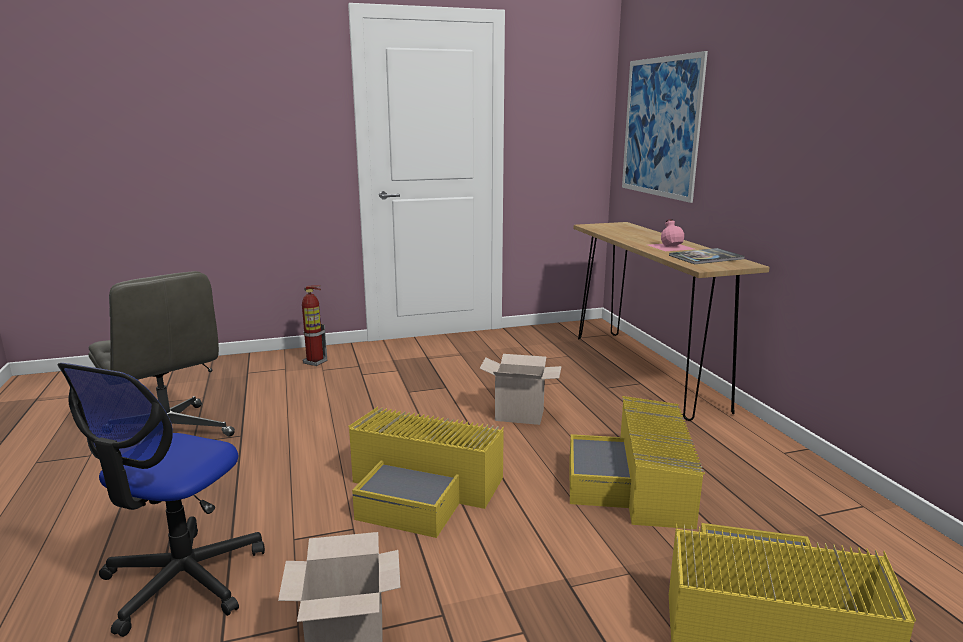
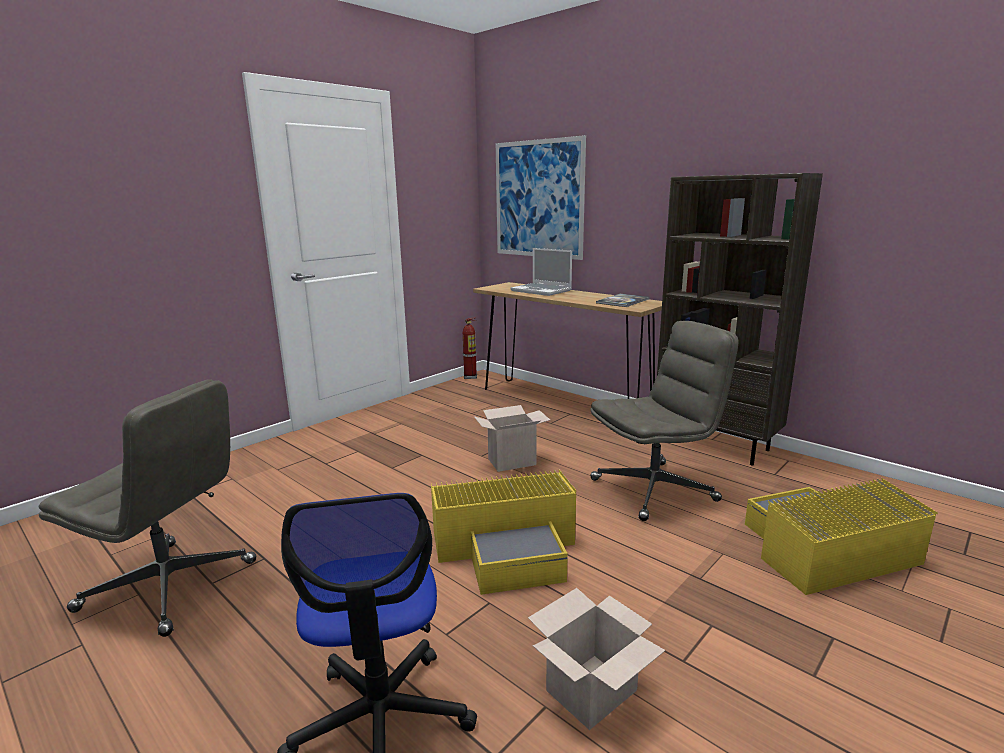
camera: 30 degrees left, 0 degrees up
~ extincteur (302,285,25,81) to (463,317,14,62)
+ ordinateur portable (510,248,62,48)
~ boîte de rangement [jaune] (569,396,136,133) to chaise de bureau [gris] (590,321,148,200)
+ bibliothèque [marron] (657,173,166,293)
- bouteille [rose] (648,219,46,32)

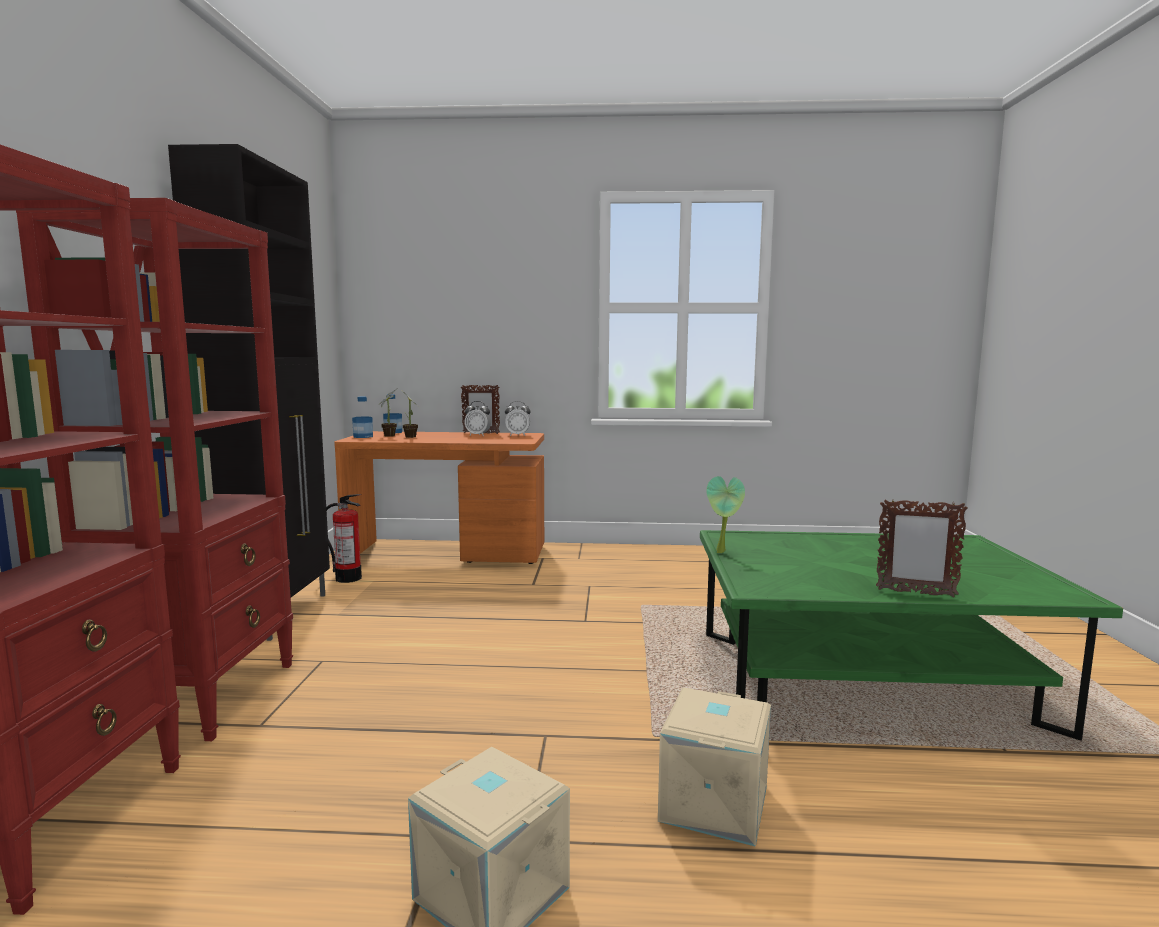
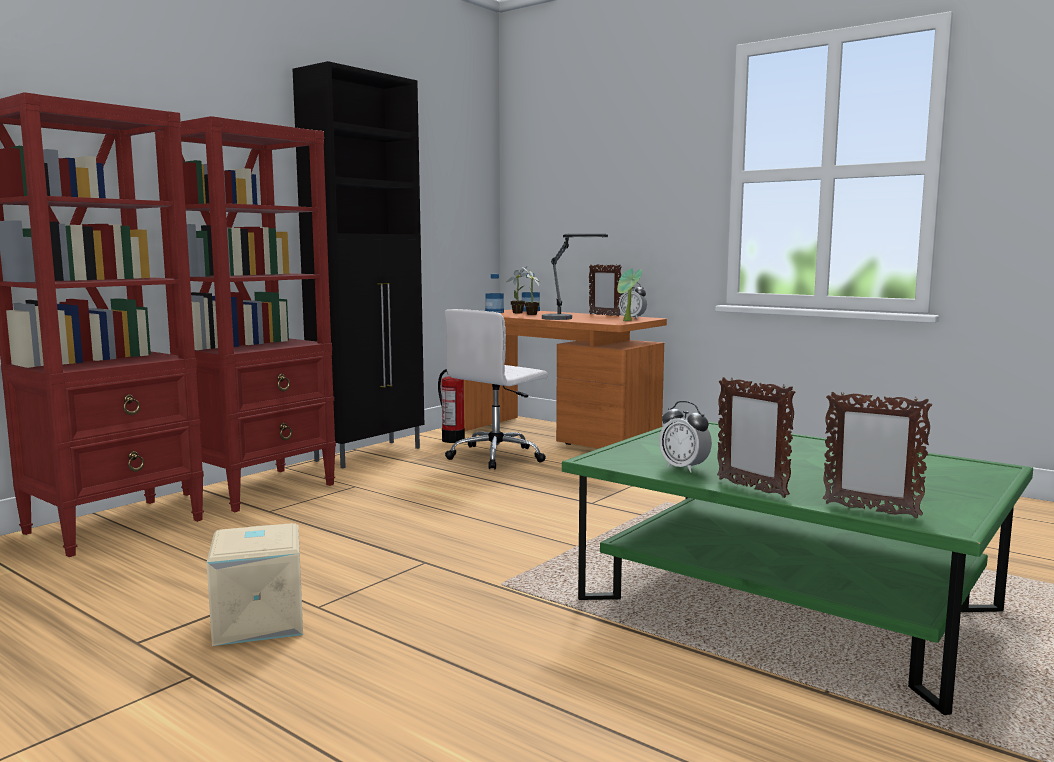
camera: 35 degrees right, 0 degrees up
+ chaise de bureau [blanc] (445,309,103,160)
+ lampe de table (542,233,66,87)
~ plante en pot (706,476,39,77) to (617,269,25,52)
~ réveil (464,401,27,35) to (659,401,53,72)
+ cadre photo (823,392,109,126)
- boîte de rangement [beige] (658,688,113,159)

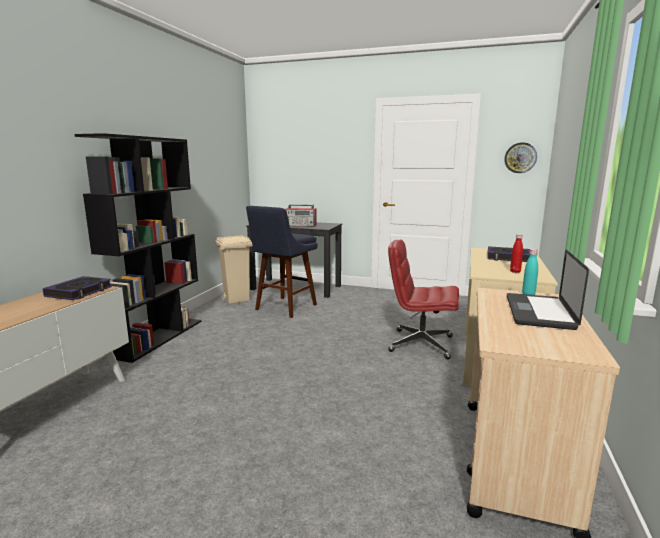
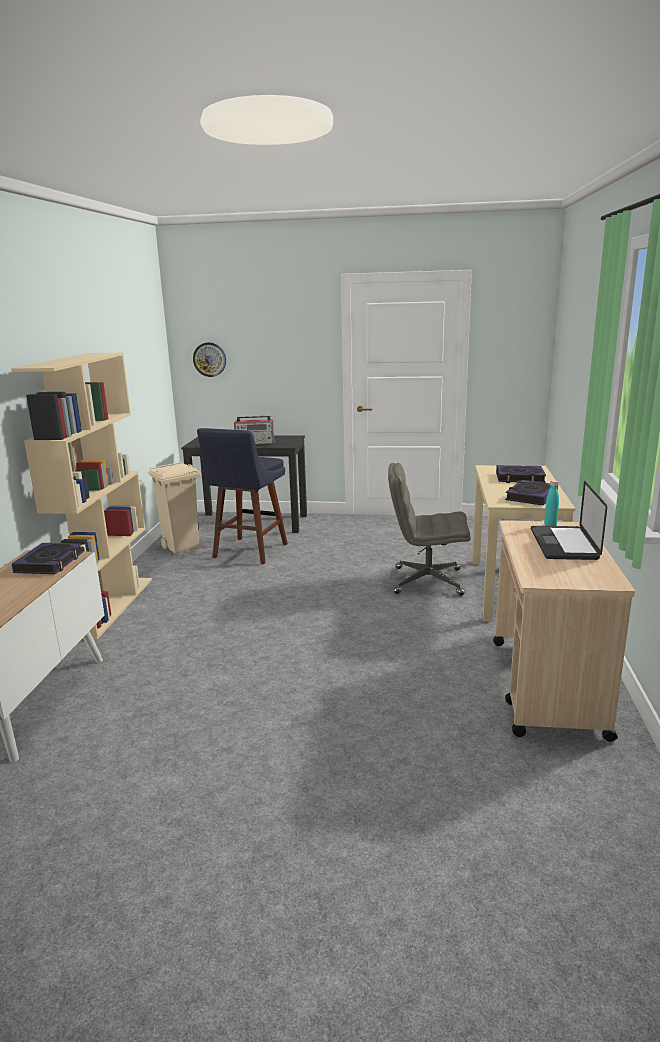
camera: 10 degrees left, 5 degrees up
~ bibliothèque [noir] (74,133,127,230) to bibliothèque [beige] (11,352,141,288)
~ horloge murale (504,142,33,31) to (193,342,33,35)
~ chaise de bureau [rouge] (388,240,71,120) to chaise de bureau [gris] (388,463,83,133)
~ bouteille [rouge] (510,234,13,39) to livre (505,480,53,26)

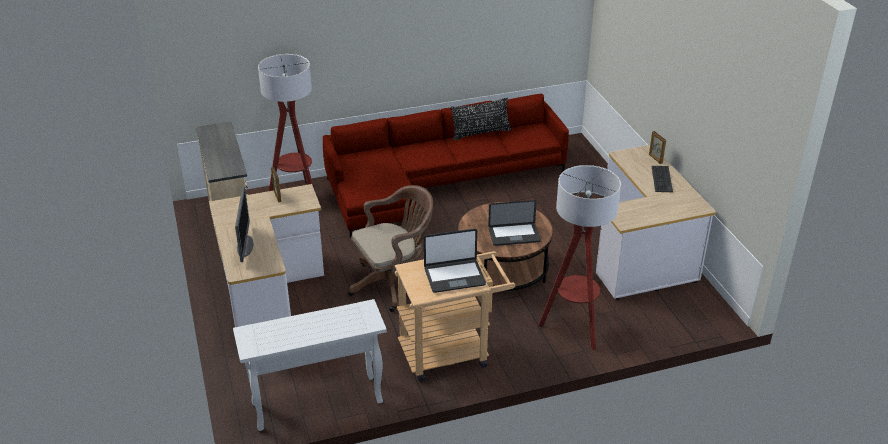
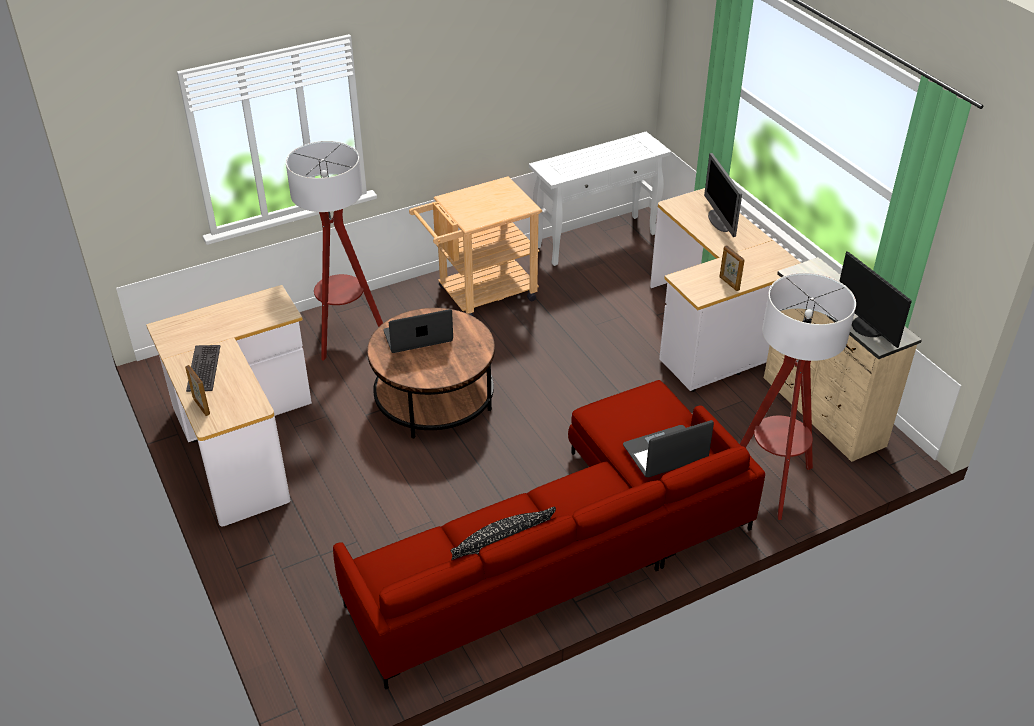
camera: 170 degrees right, 5 degrees up
~ ordinateur portable (424,229,62,64) to (623,420,91,57)
+ écran d'ordinateur (839,251,73,97)
- chaise de bureau [marron] (348,185,85,127)

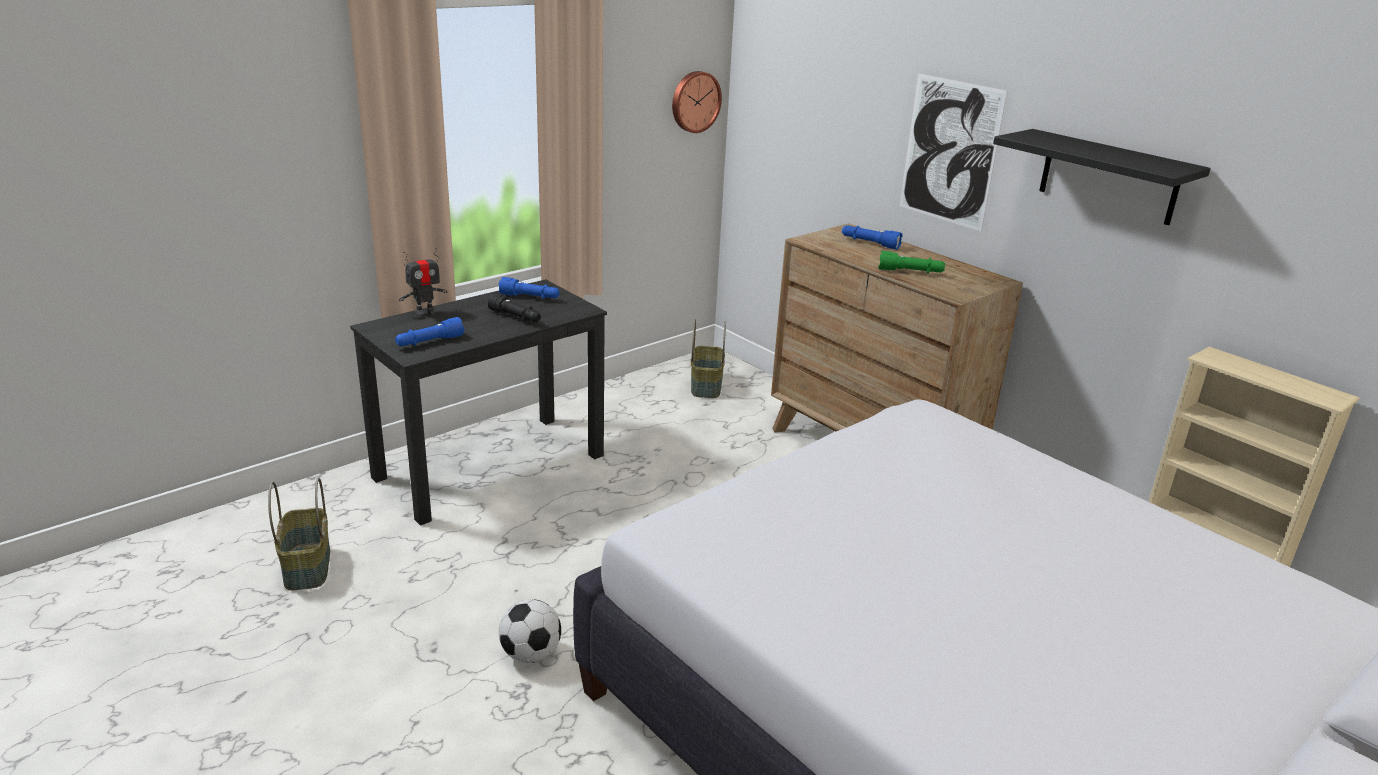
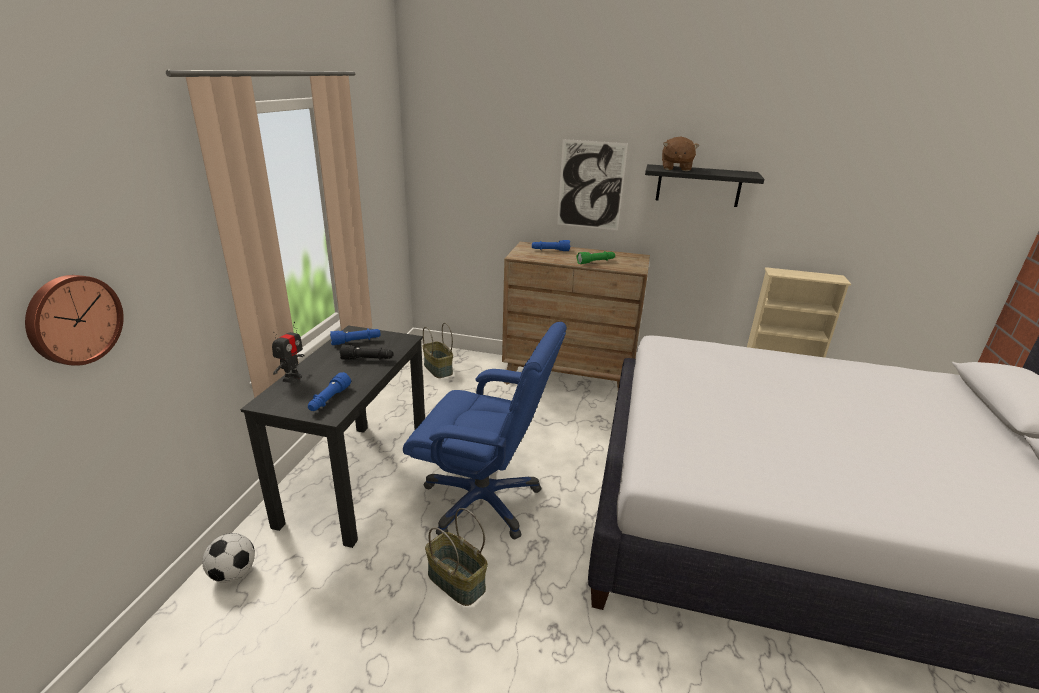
camera: 35 degrees left, 0 degrees up
~ horloge murale (672,71,50,62) to (25,275,99,91)
~ ballon de foot (499,599,62,64) to (202,533,53,50)
+ chaise de bureau [bleu] (403,322,164,217)
~ panier (268,478,62,112) to (425,508,63,98)
+ peluche [marron] (662,137,37,34)

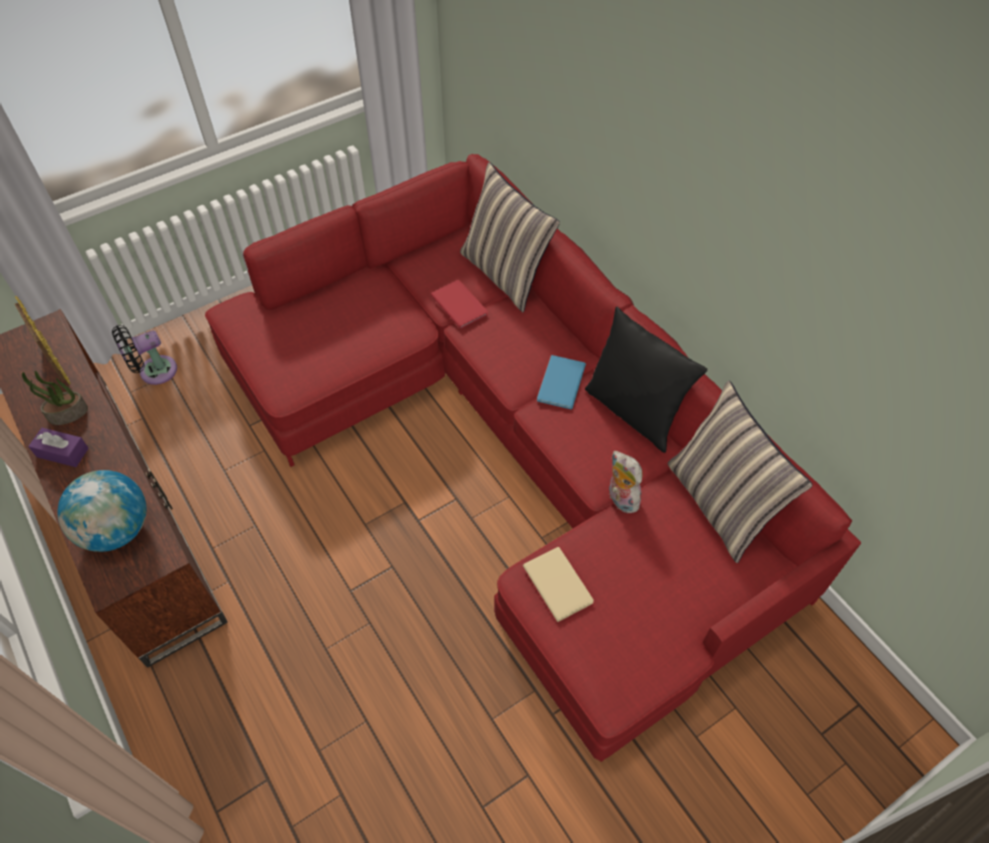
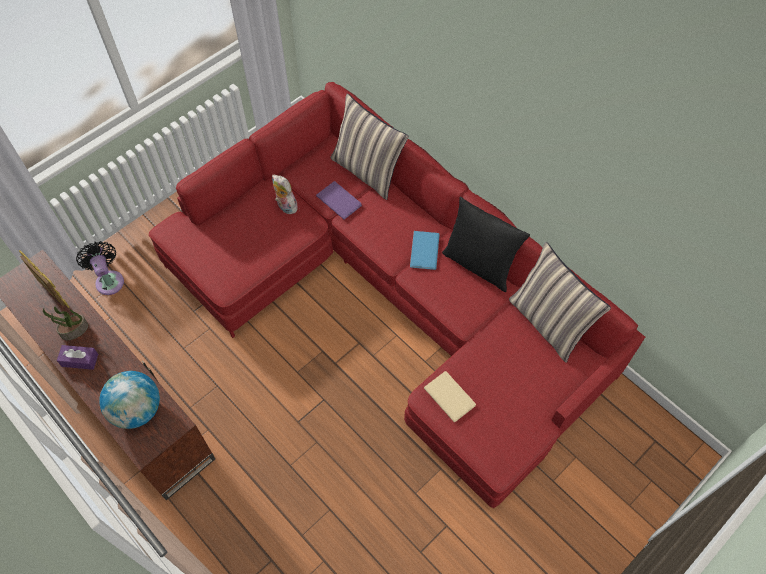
camera: 10 degrees left, 5 degrees up
~ ventilateur [noir] (112,325,65,60) = (76,241,48,54) 105 degrees clockwise
~ peluche (608,451,34,62) to (272,175,25,39)
~ livre [rouge] (431,280,57,49) to livre [violet] (316,181,46,39)

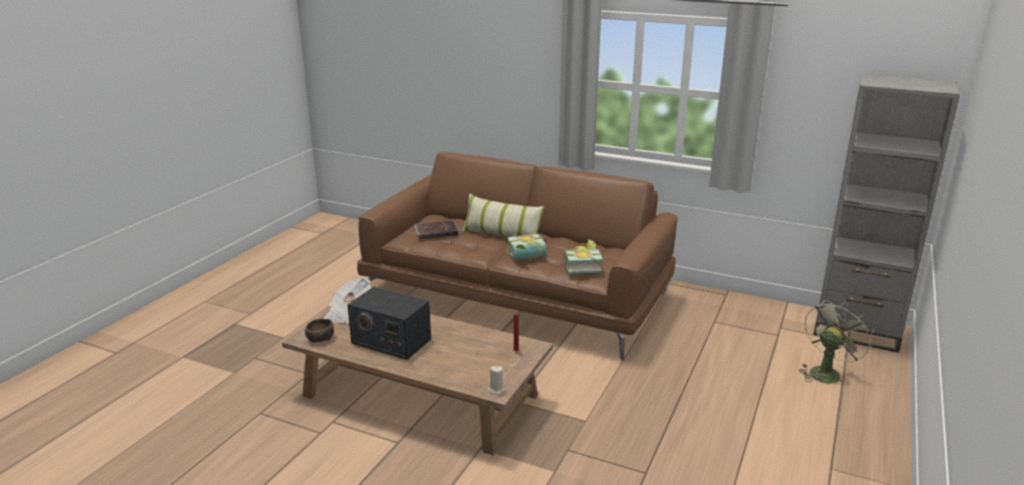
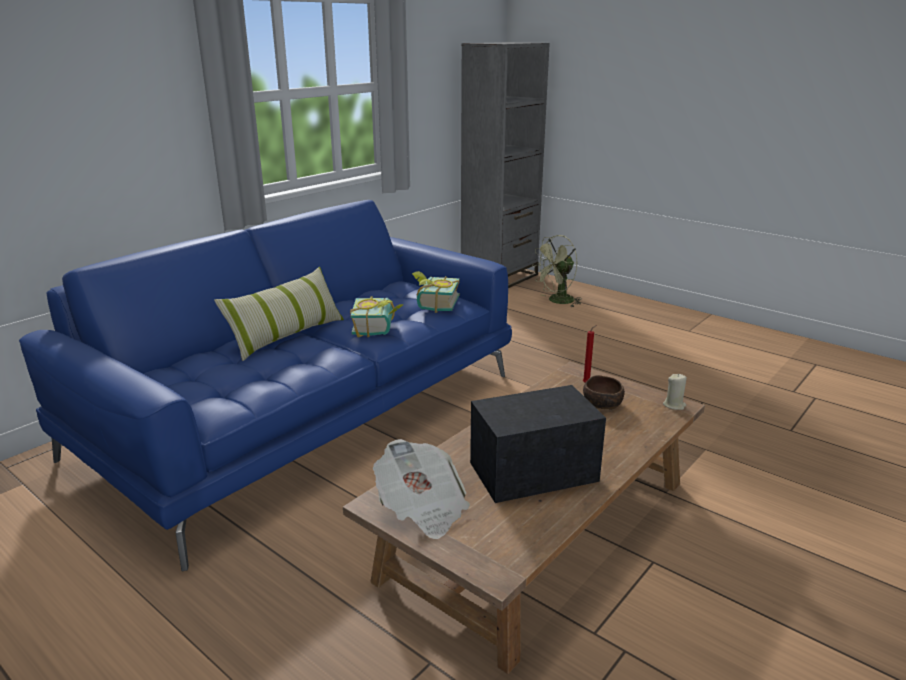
camera: 75 degrees left, 0 degrees up
~ canapé [marron] (357,152,321,208) to canapé [bleu] (19,200,493,371)
~ radio (347,287,84,73) = (470,385,136,118) 150 degrees counterclockwise
~ ventilateur [vert] (799,300,75,83) = (532,235,50,72) 90 degrees counterclockwise
~ bol [marron] (305,319,29,24) to (583,375,42,35)
- livre [marron] (414,220,44,19)

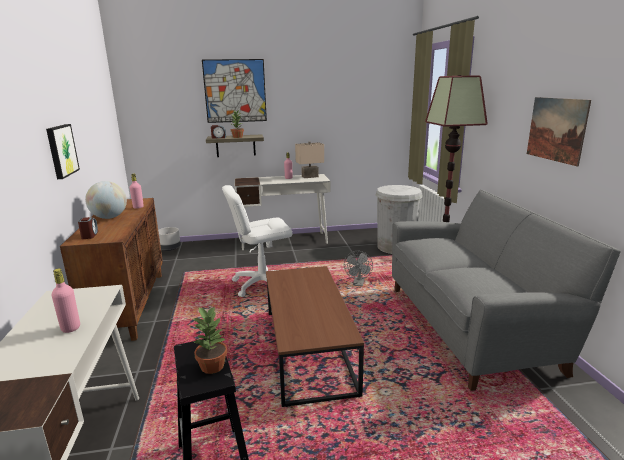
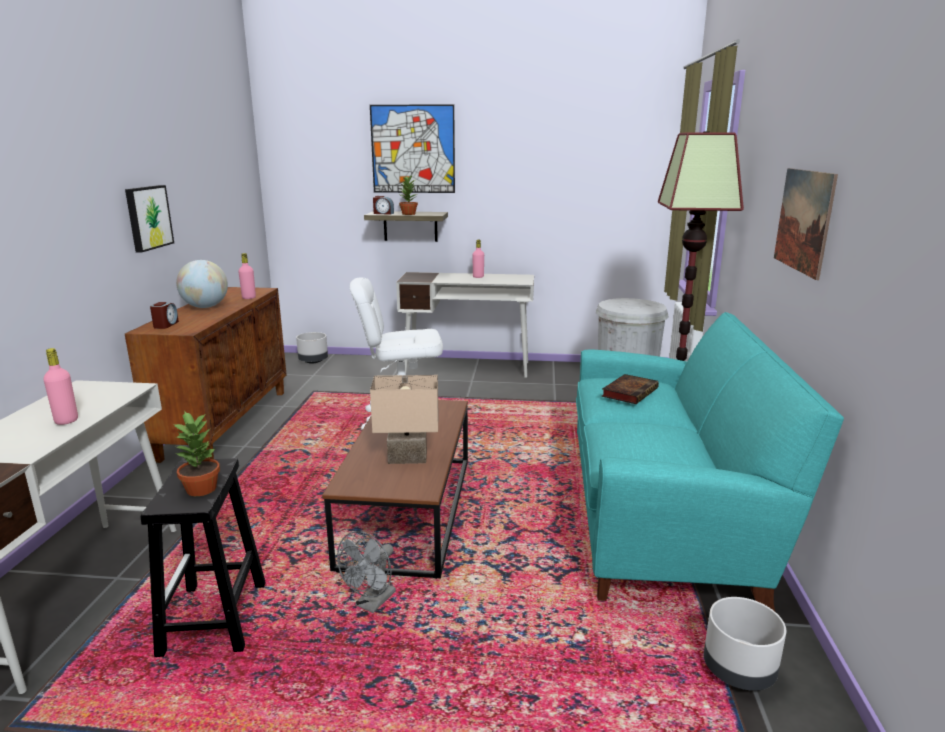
camera: 15 degrees right, 0 degrees up
~ ventilateur [gris] (344,251,29,36) to (337,531,59,82)
~ lampe de table [beige] (295,141,29,37) to (370,375,69,89)
~ canapé [gris] (392,190,229,201) to canapé [turquoise] (576,312,268,299)
+ livre (601,374,58,30)
+ cache-pot [gris] (704,597,82,94)

